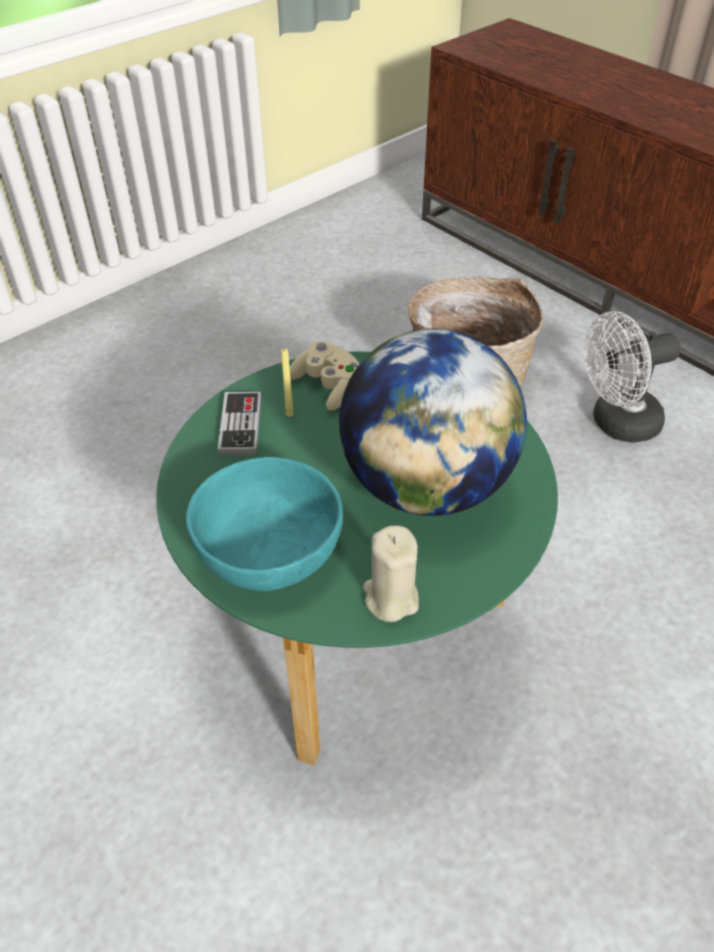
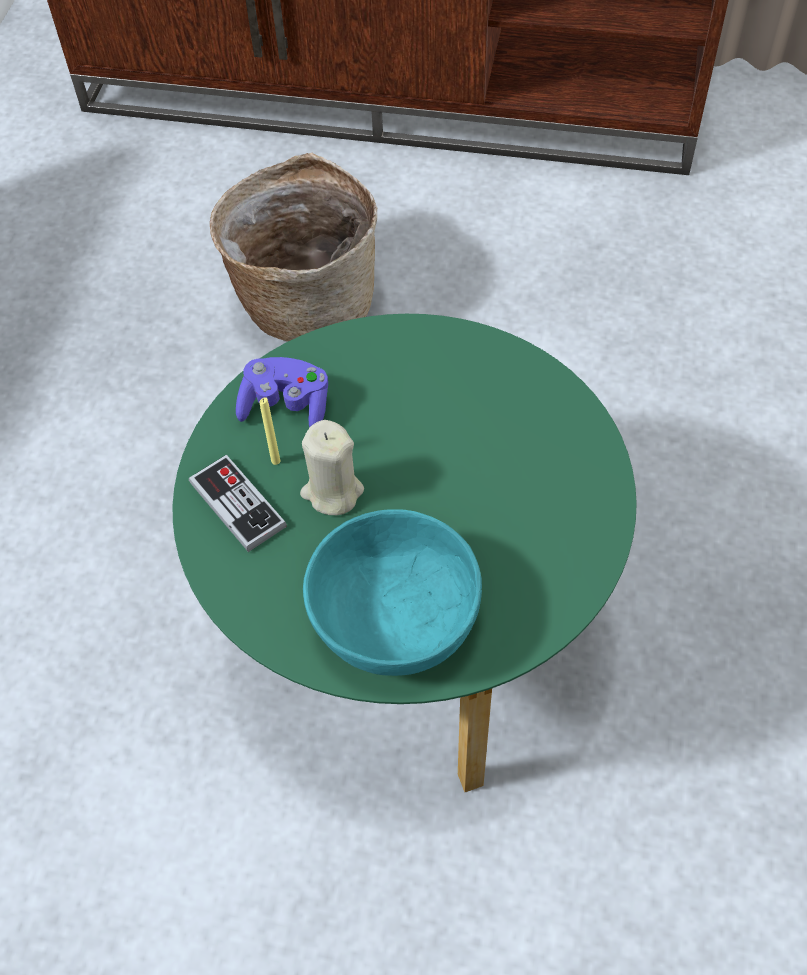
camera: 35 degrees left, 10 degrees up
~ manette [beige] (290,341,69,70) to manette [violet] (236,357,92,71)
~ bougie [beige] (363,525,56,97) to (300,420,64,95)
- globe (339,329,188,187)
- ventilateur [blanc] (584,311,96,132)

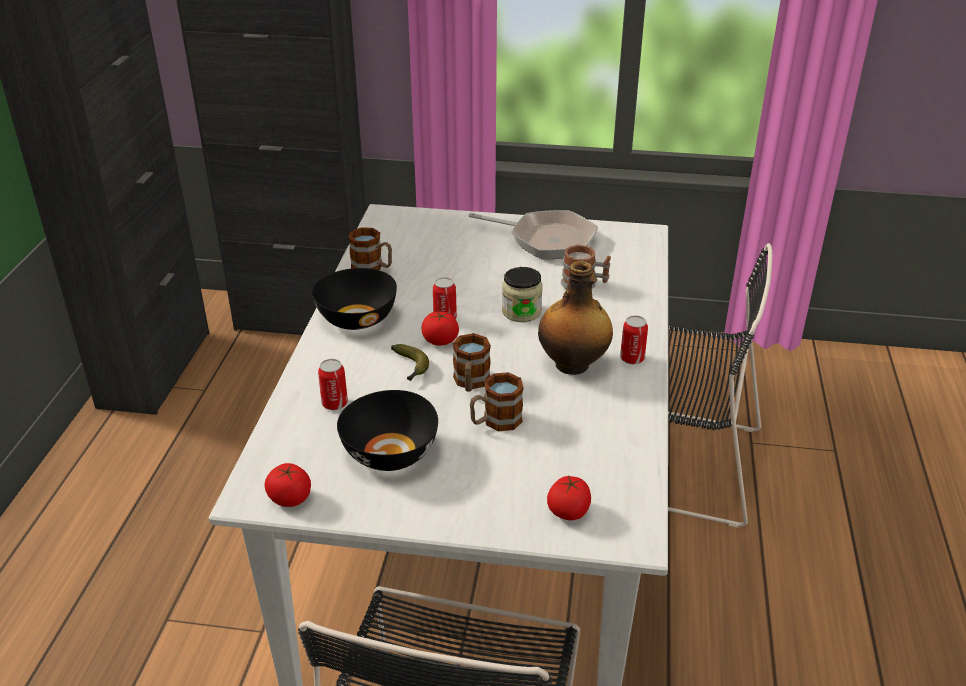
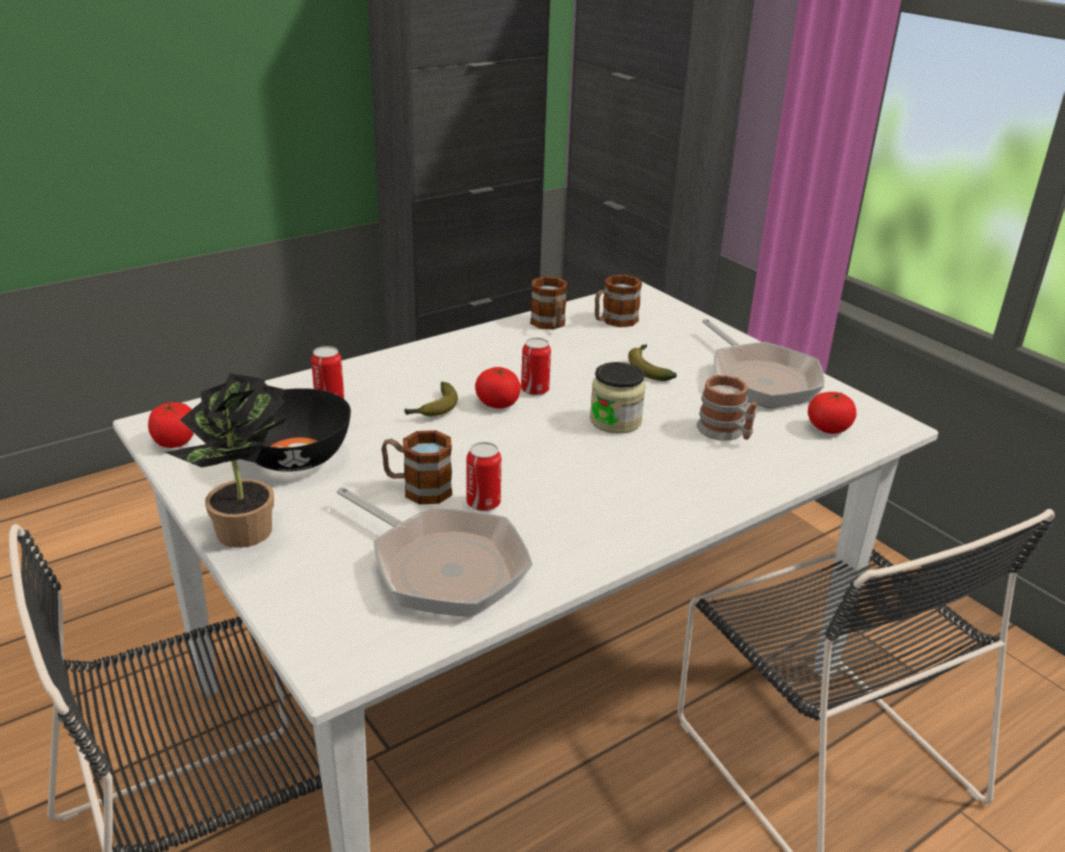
camera: 45 degrees right, 5 degrees down
+ plante en pot (165,373,127,175)
+ poêle (337,487,196,130)
~ boîte métallique (620,316,28,48) to (466,442,35,69)
~ mug (453,333,38,59) to (595,275,47,52)
+ banane (628,344,49,37)
~ tomate (547,476,44,44) to (808,392,48,42)
- bol [noir] (312,268,85,62)
- bouteille (538,261,75,114)

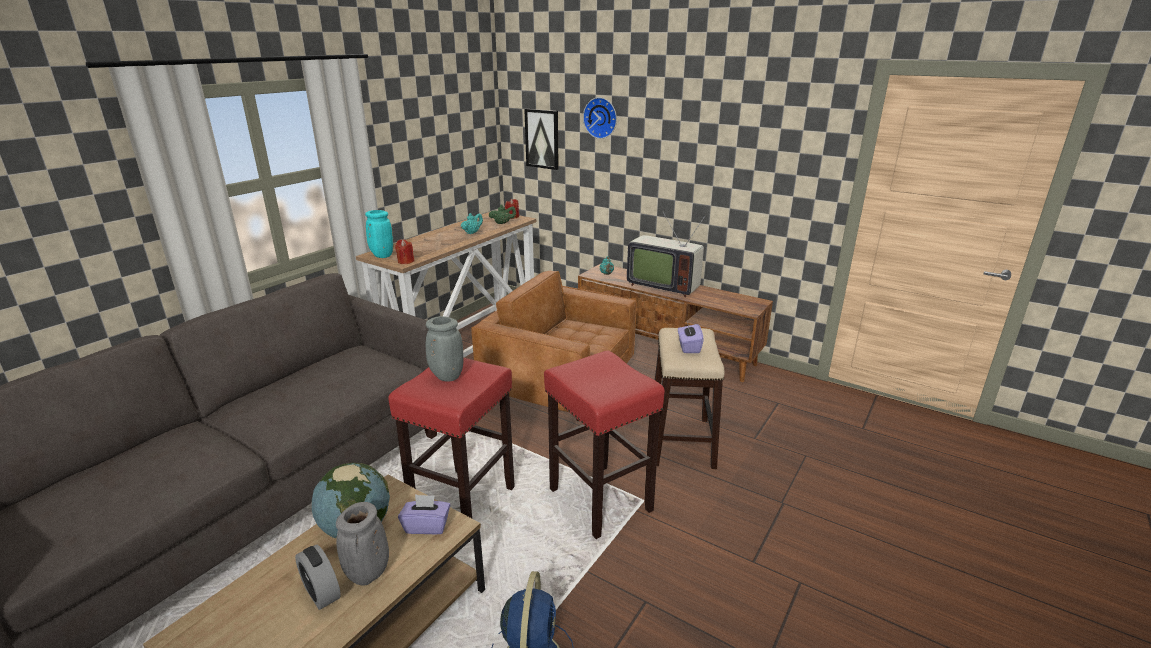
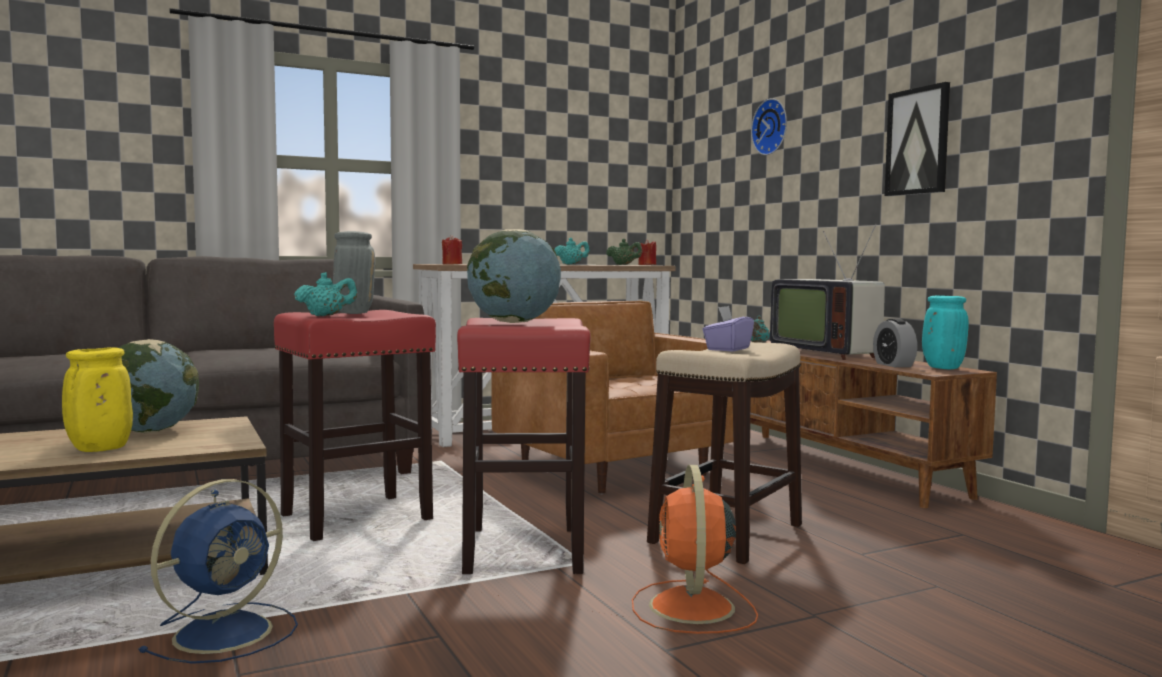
camera: 30 degrees right, 20 degrees down
~ vase [gris] (336,502,53,83) to vase [jaune] (62,347,71,105)
+ théière [turquoise] (294,272,63,44)
+ globe (467,229,94,94)
+ ventilateur [orange] (632,465,126,169)
~ réveil (295,545,46,65) to (873,318,44,49)
~ tableau (524,109,35,61) to (885,82,65,114)
~ vase [turquoise] (365,210,29,48) to (922,295,47,74)
- boîte à mouchoirs [violet] (398,494,52,40)

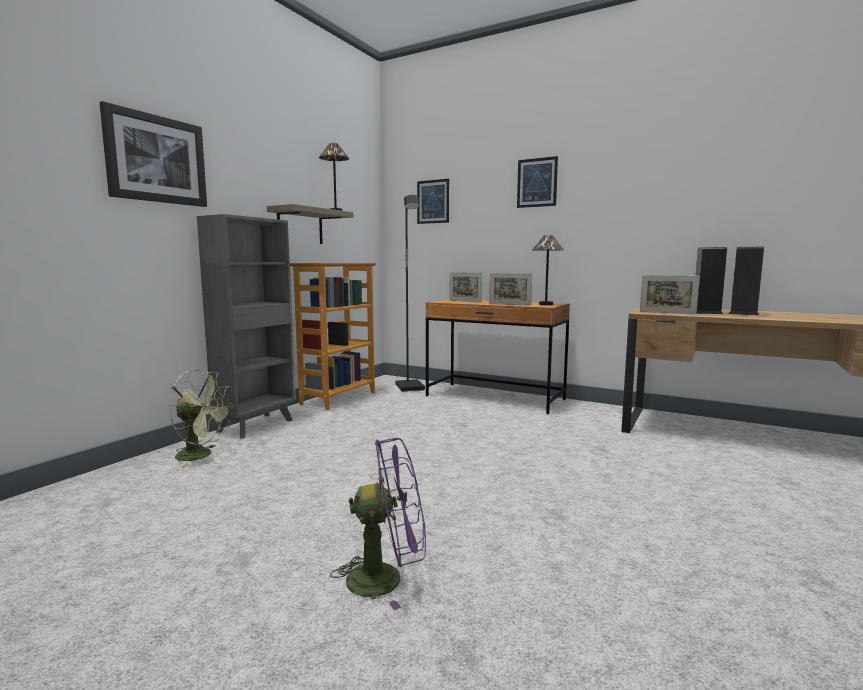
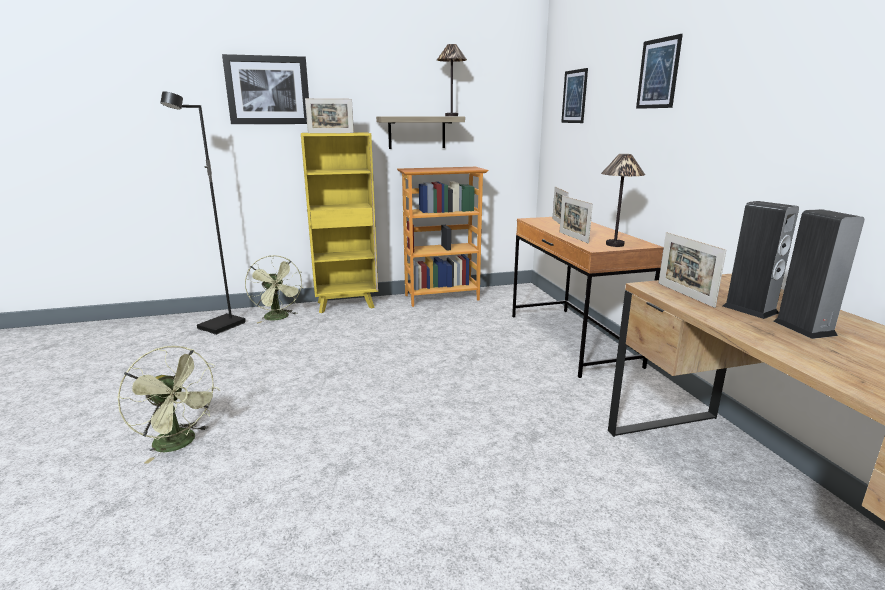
camera: 45 degrees right, 10 degrees up
~ ventilateur [violet] (330,438,96,172) to ventilateur [vert] (117,346,103,118)
~ lampadaire [noir] (395,195,30,197) to (160,91,86,244)
~ bibliothèque [gris] (197,214,99,225) to bibliothèque [jaune] (301,132,77,181)
+ cadre photo (305,98,49,35)

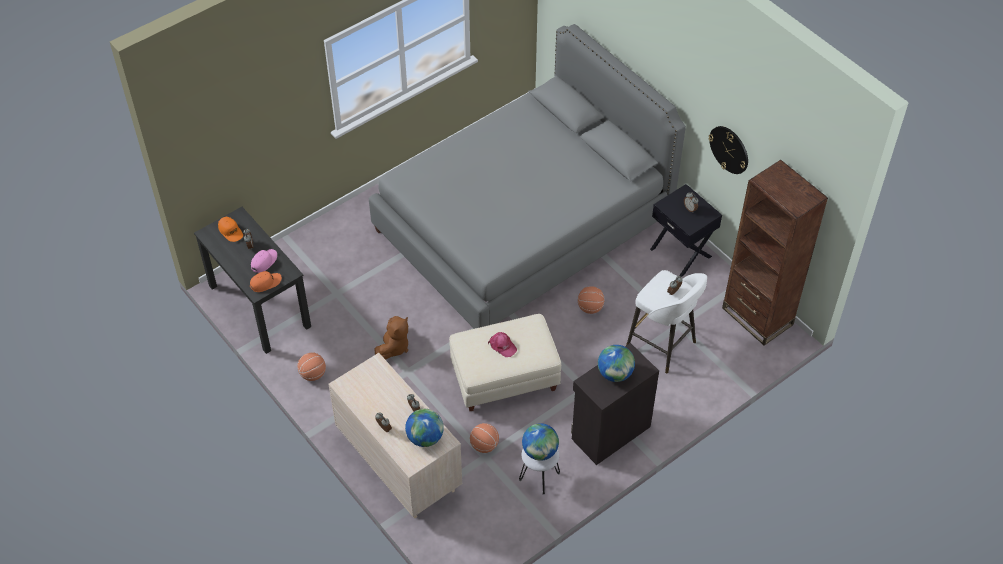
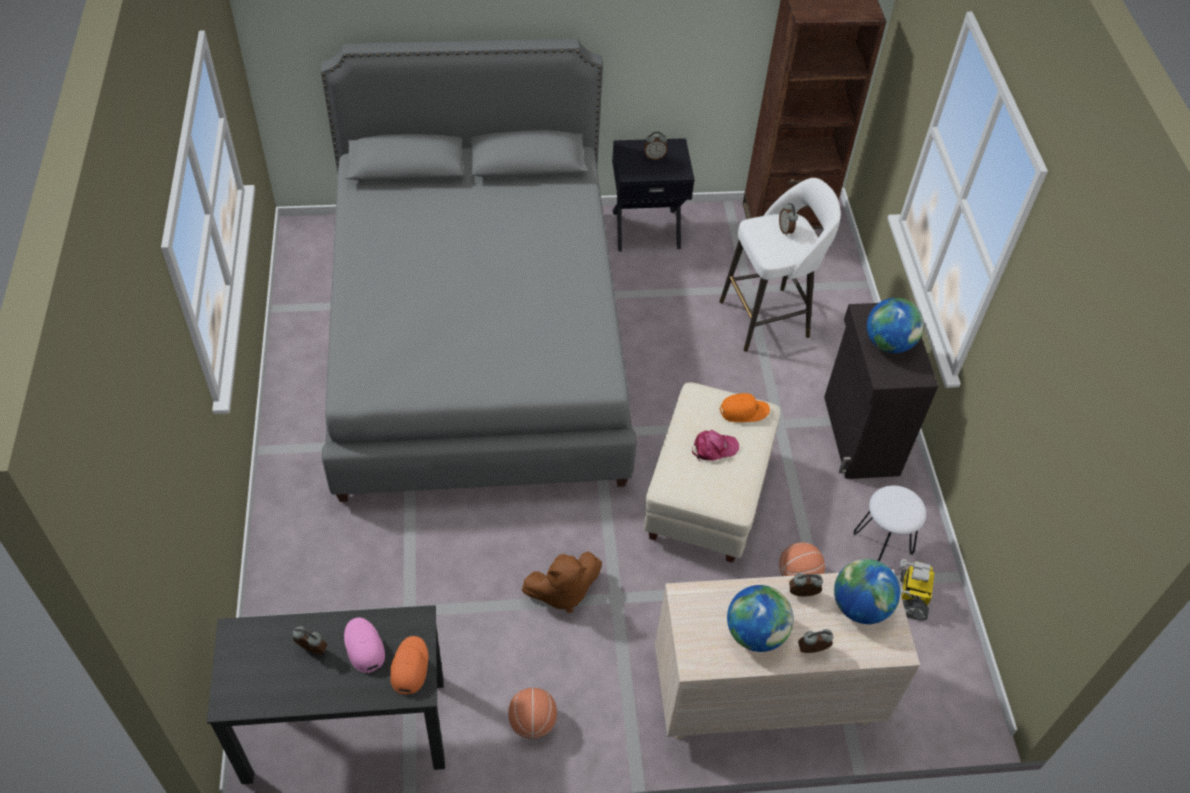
camera: 60 degrees left, 0 degrees up
~ peluche [marron] (375,316,33,44) = (522,551,80,62) 105 degrees clockwise
~ casquette [orange] (218,217,25,25) to (720,393,50,29)
~ globe (522,423,37,38) to (727,585,67,67)
+ robot jouet (900,559,34,61)
- ballon de basket (578,286,27,28)
- horloge murale (708,126,40,48)

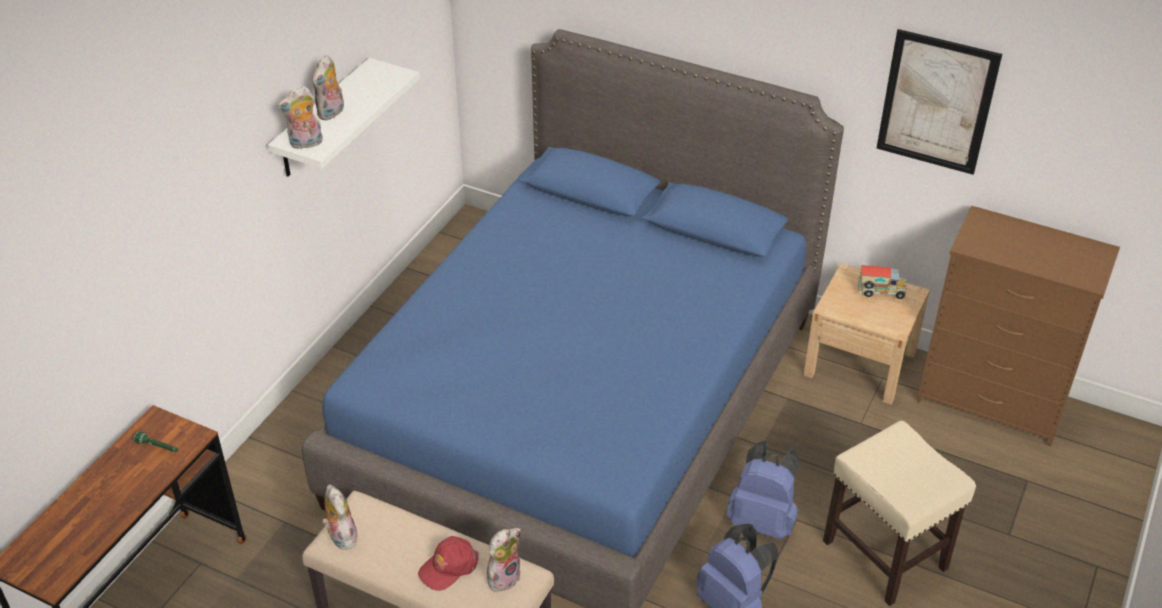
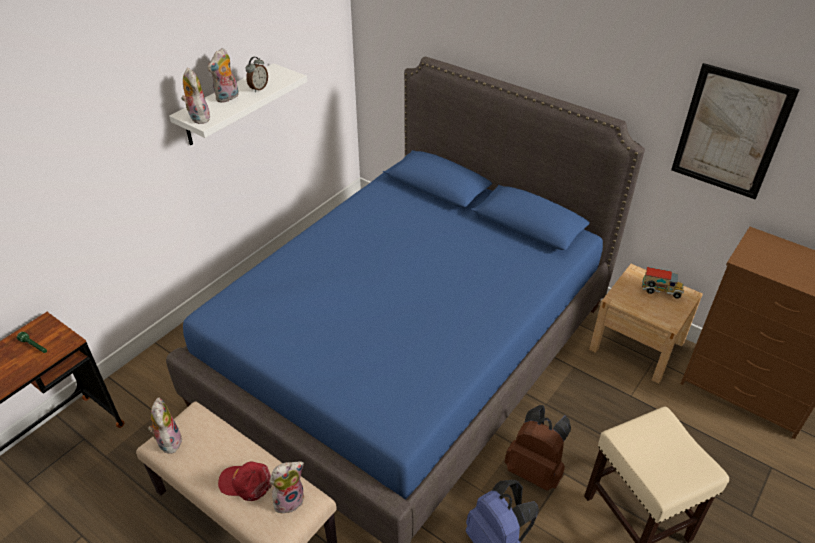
camera: 10 degrees right, 0 degrees up
~ peluche (277,86,46,63) = (181,68,29,56) 75 degrees clockwise
~ casquette [rouge] (418,536,61,55) = (218,462,54,39) 45 degrees clockwise
+ réveil (246,57,22,35)
~ sac à dos [bleu] (727,441,73,98) to sac à dos [marron] (504,405,67,86)

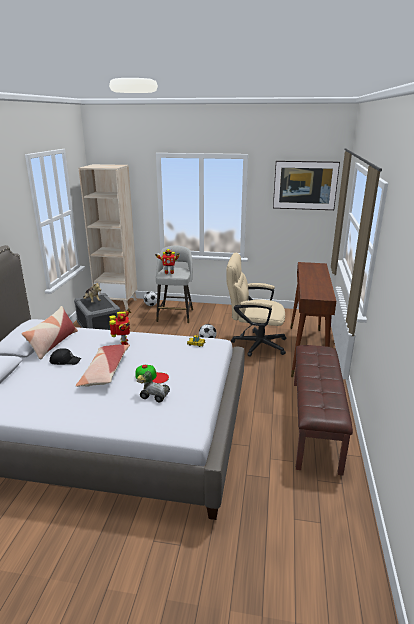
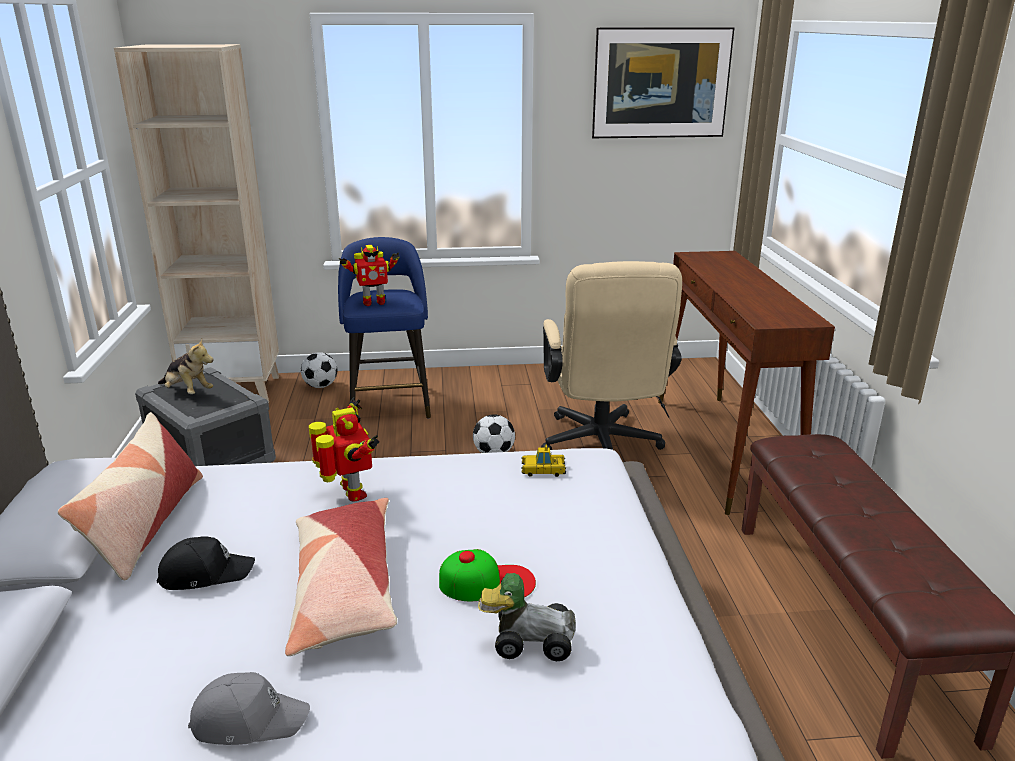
camera: 15 degrees left, 0 degrees up
+ casquette [gris] (188,672,122,73)
~ tabouret [gris] (156,246,37,77) to tabouret [bleu] (338,237,93,181)
~ chaise de bureau [beige] (226,253,60,104) = (541,261,141,189) 90 degrees counterclockwise

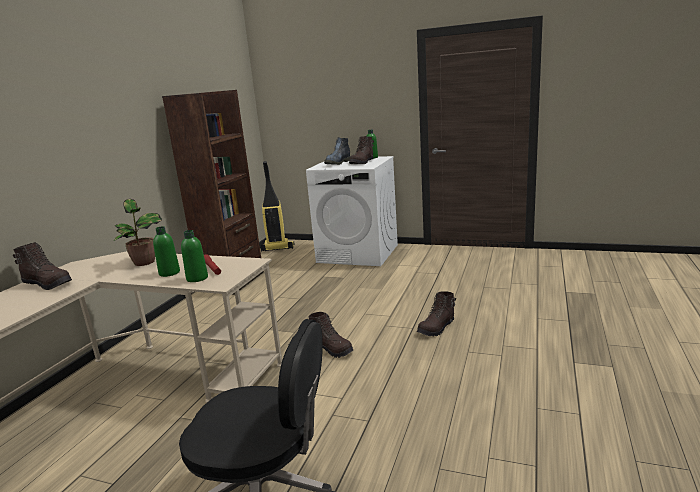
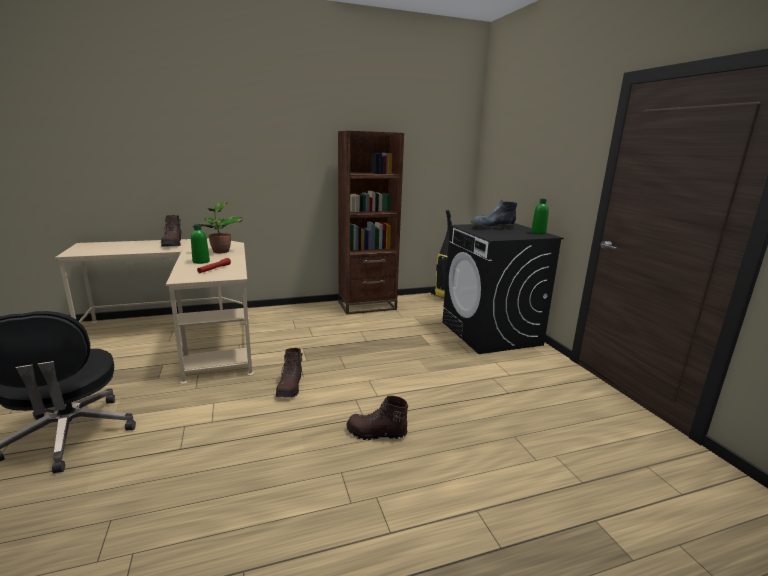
camera: 50 degrees right, 0 degrees up
~ lave-linge [blanc] (306,156,92,110) to lave-linge [noir] (442,223,122,131)
- bouteille [vert] (181,230,27,52)
- botte [marron] (349,136,25,28)

